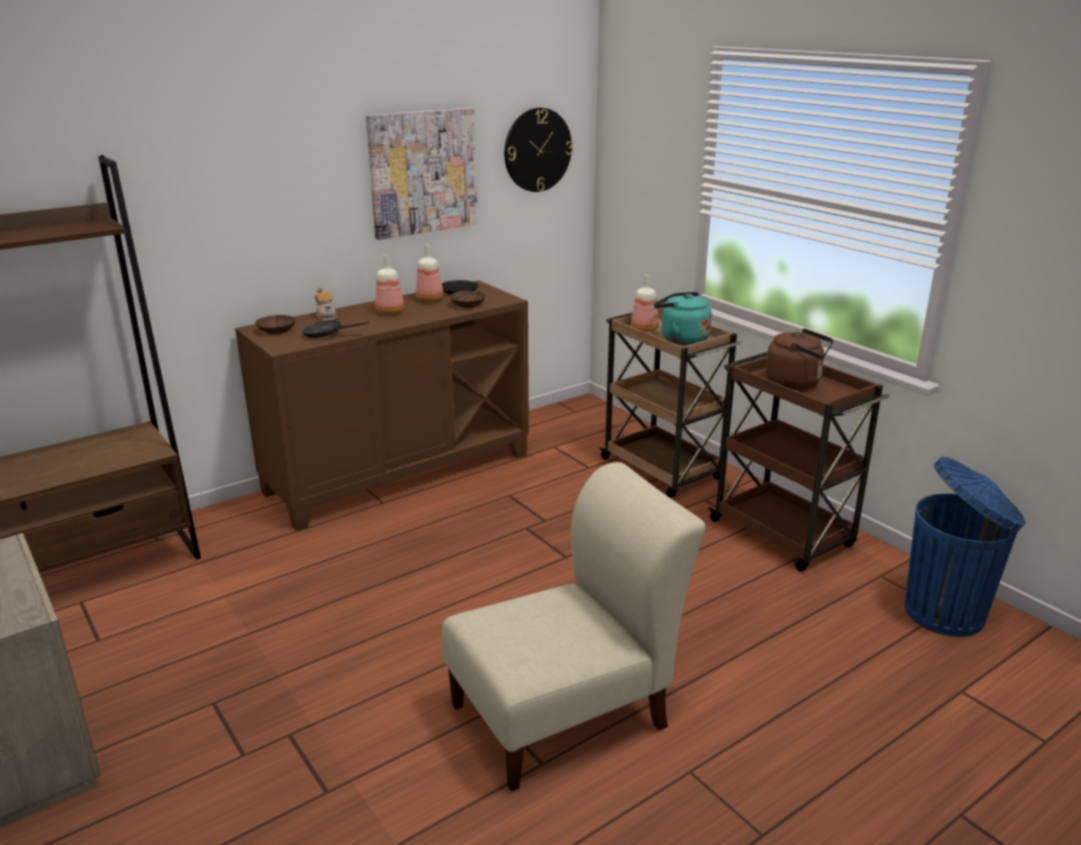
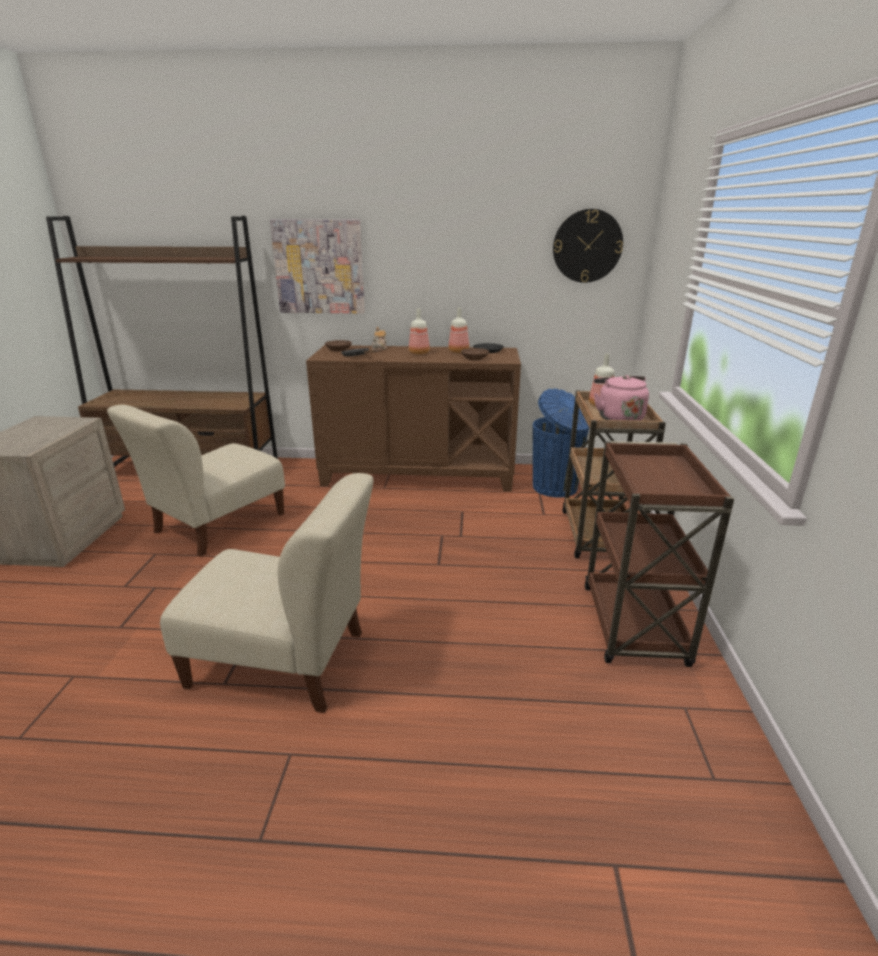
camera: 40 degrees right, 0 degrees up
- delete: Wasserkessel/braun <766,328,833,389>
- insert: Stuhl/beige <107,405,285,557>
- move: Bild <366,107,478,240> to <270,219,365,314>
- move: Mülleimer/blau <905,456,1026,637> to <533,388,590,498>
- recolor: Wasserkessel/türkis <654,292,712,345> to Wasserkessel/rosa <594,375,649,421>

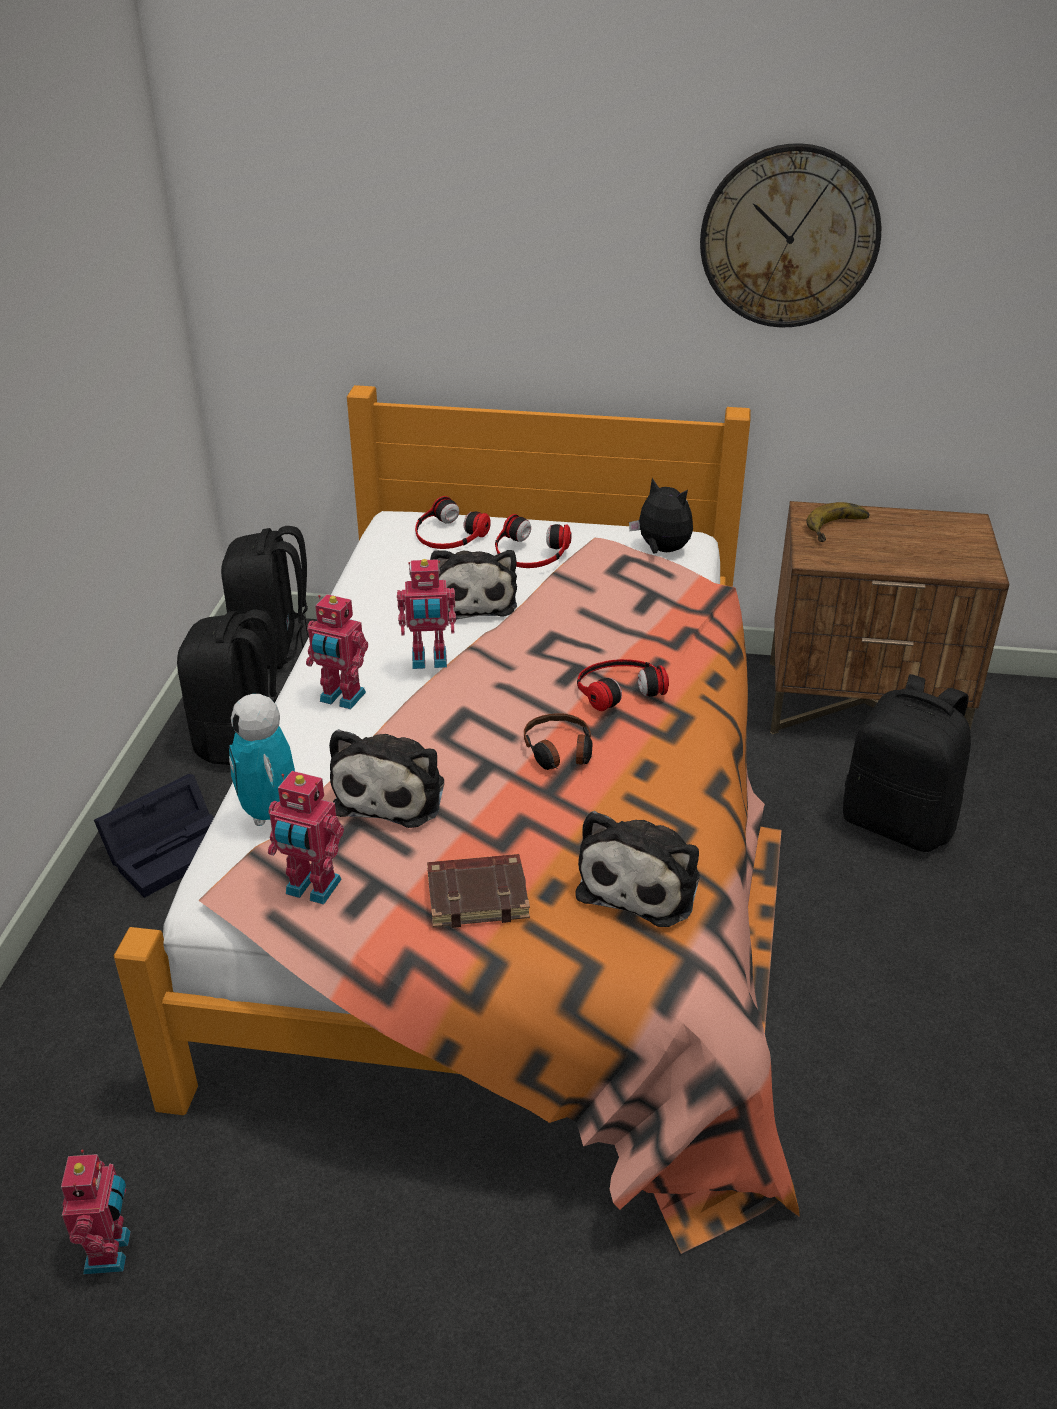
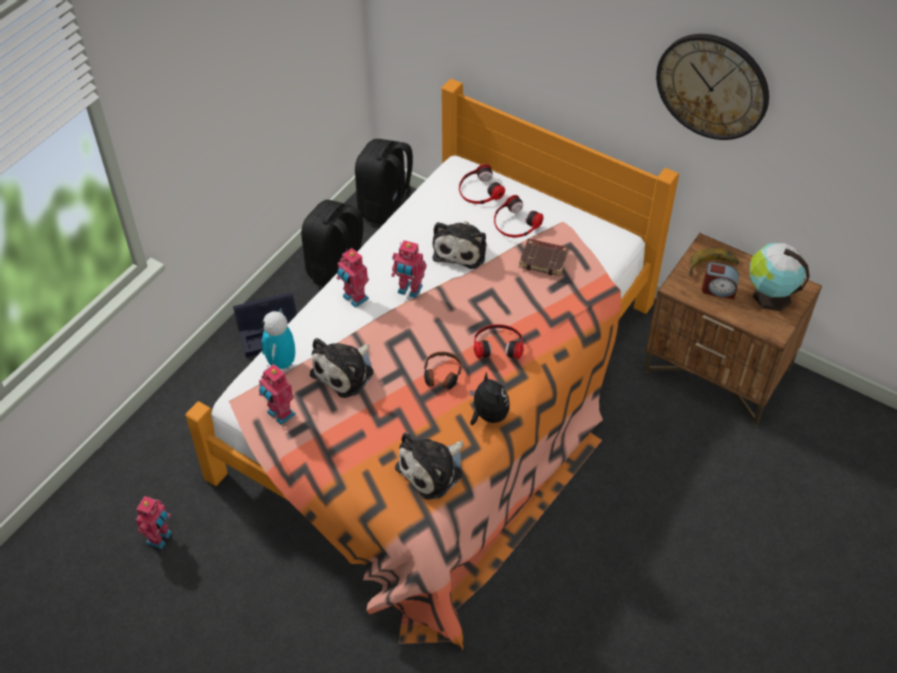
camera: 25 degrees right, 15 degrees up
- delete: Rucksack/schwarz <843,674,971,852>
- insert: Wecker <702,262,739,299>
- insert: Globus <750,243,810,311>
- move: Buch/braun <427,854,530,928> to <519,238,569,277>
- move: Plüschtier <629,478,693,554> to <470,372,510,425>

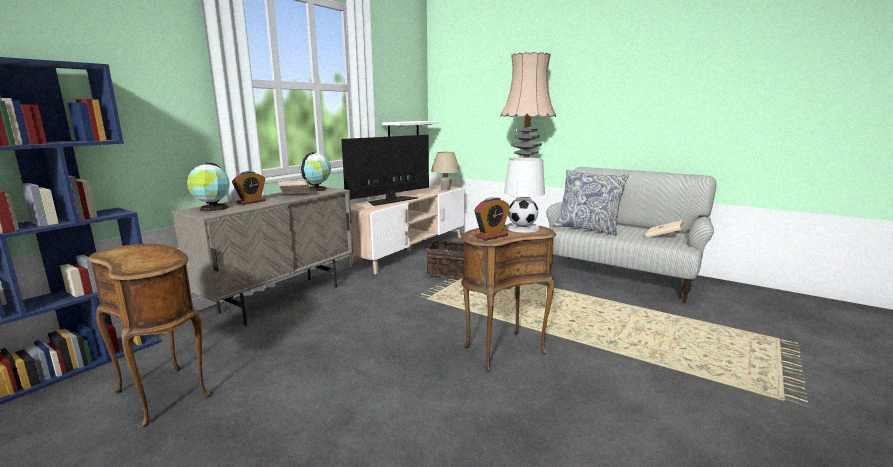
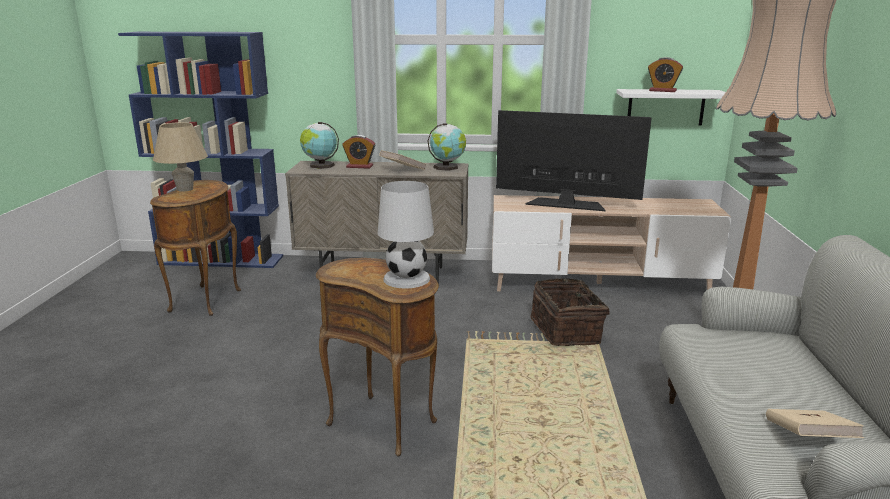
camera: 60 degrees right, 5 degrees up
- delete: Kissen <555,170,629,236>
- move: Tischlampe/beige <431,152,460,190> to <153,122,208,192>
- move: Wecker <474,197,510,240> to <648,57,683,92>

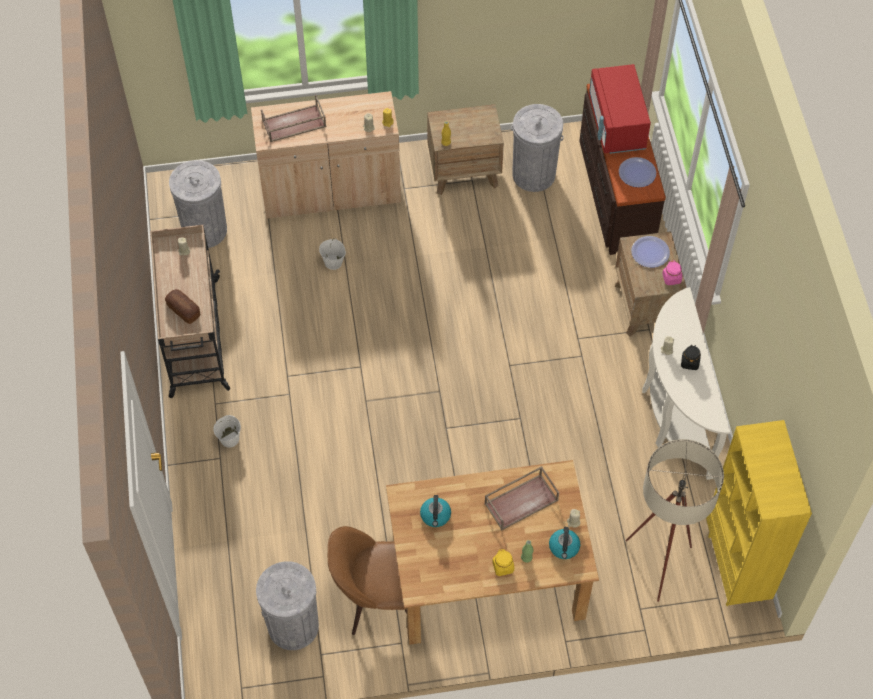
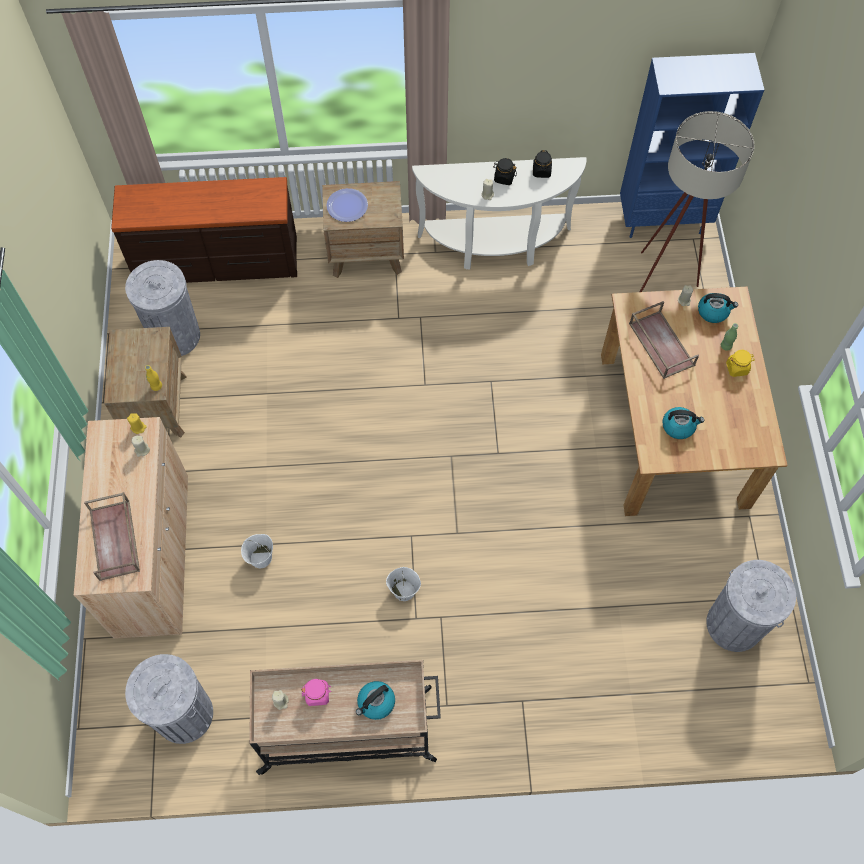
camera: 85 degrees left, 5 degrees up
- delete: Stuhl/braun <328,526,407,635>
- delete: Mikrowelle/rot <589,64,651,154>
- delete: Teller <619,157,656,187>
- insert: Vorratsglas/schwarz <533,150,552,178>
- move: Eimer/weiß <213,415,241,447> to <386,567,421,601>
- move: Vorratsglas/rosa <662,260,682,285> to <302,679,331,706>
- replace: Brot <165,289,200,324> to Wasserkessel <356,681,395,720>
- recolor: Bücherregal/gelb <706,420,812,606> to Bücherregal/blau <620,53,764,238>

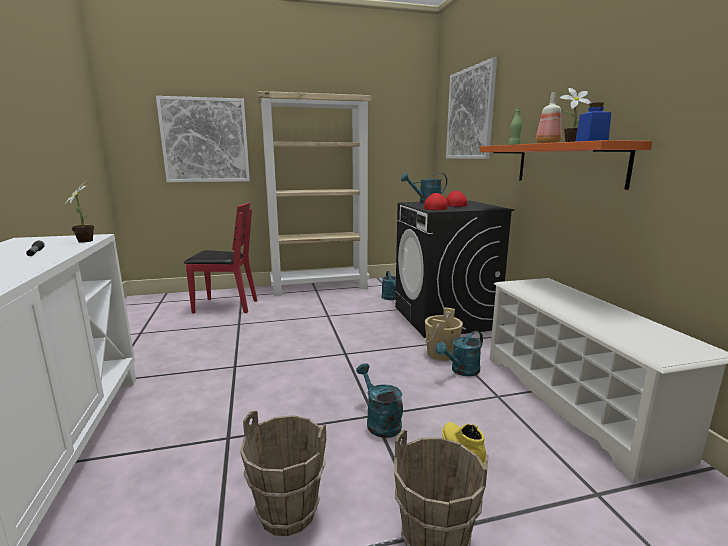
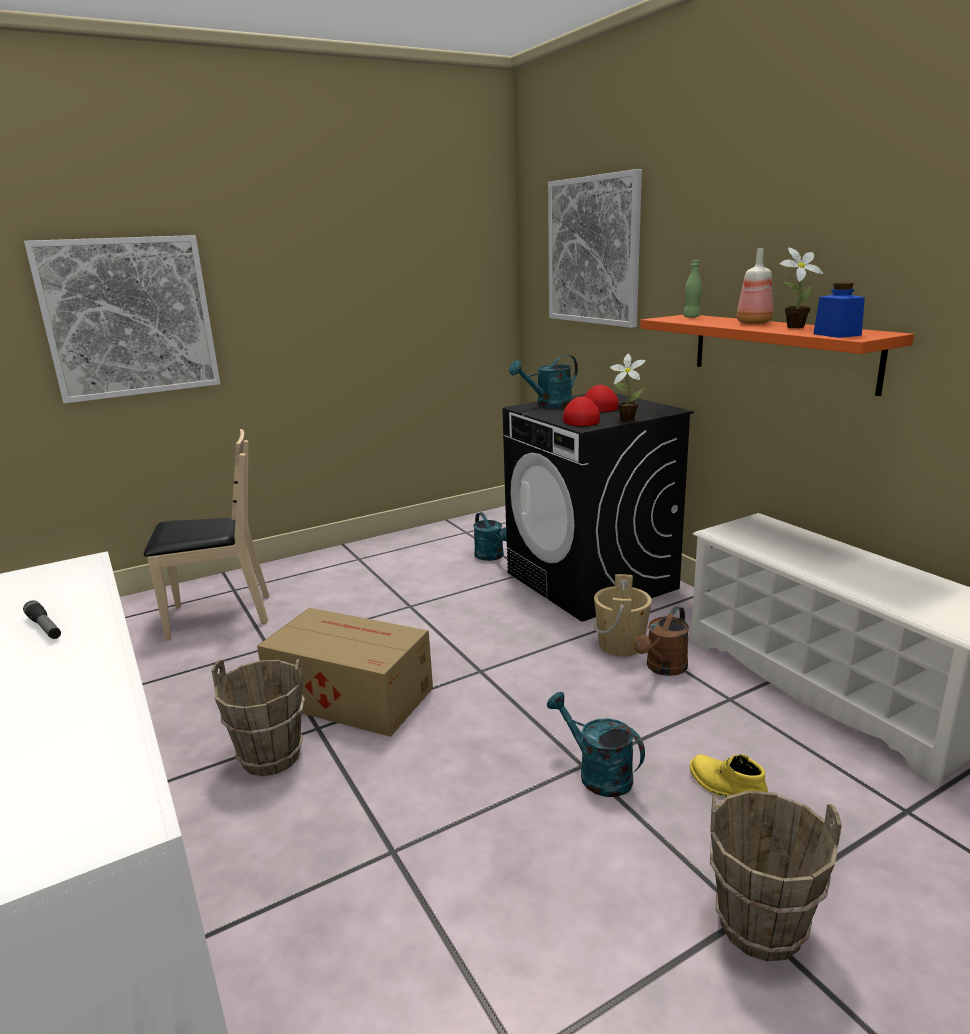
camera: 15 degrees left, 5 degrees up
- delete: Bücherregal/beige <257,91,372,296>
- insert: Karton <257,608,433,737>
- move: Topfpflanze <64,182,94,242> to <610,354,646,422>
- move: Eimer/braun <240,411,326,536> to <212,659,305,776>
- recolor: Stuhl/rot <184,202,257,314> to Stuhl/beige <144,429,269,641>
- recolor: Gießkanne/türkis <435,331,483,376> to Gießkanne/braun <633,606,689,676>

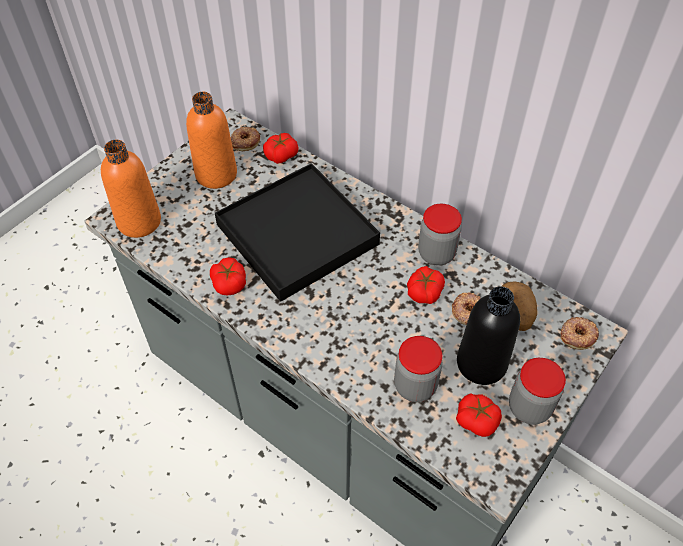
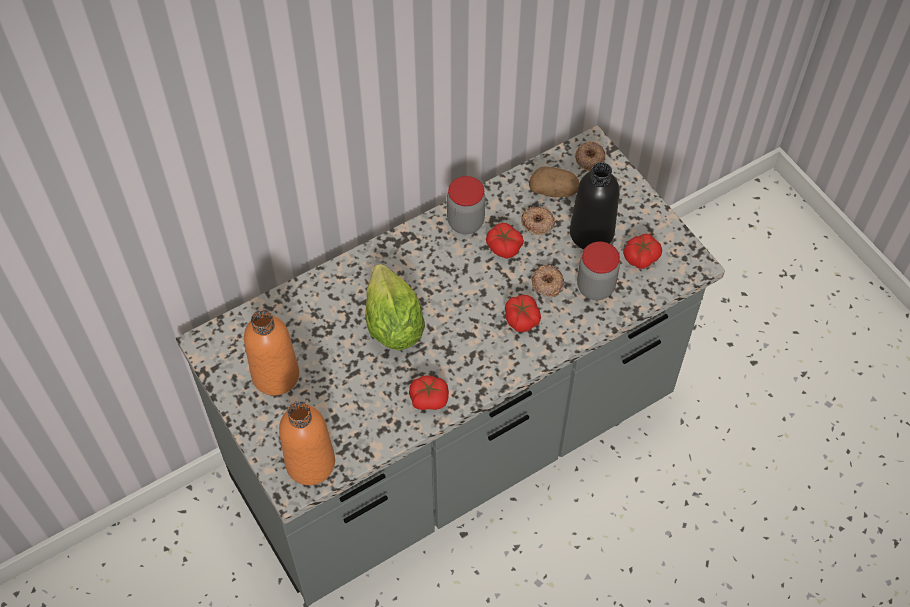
camera: 70 degrees left, 5 degrees up
- delete: Vorratsglas <509,358,566,425>
- move: Donut <231,127,260,151> to <531,265,564,297>
- move: Tomate <263,133,299,164> to <505,295,541,332>
- replace: Tablett/schwarz <215,163,380,302> to Salatkopf <365,264,425,350>

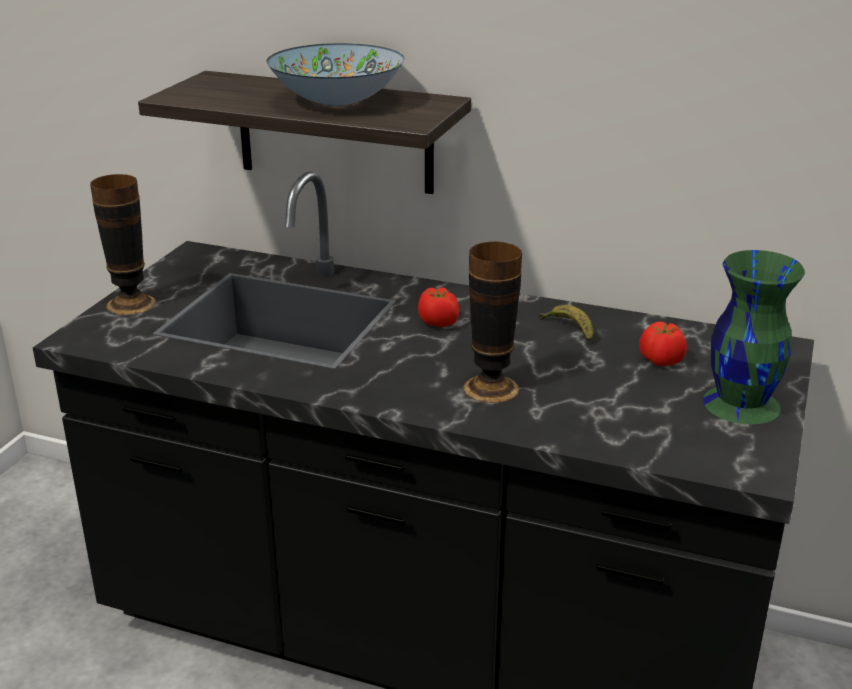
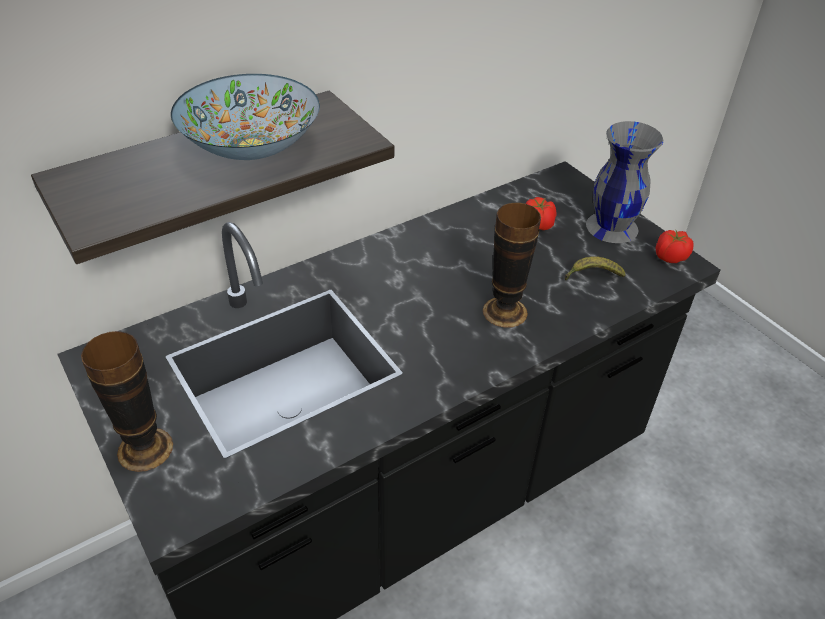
camera: 55 degrees left, 15 degrees up
- move: Tomate <418,287,459,328> to <655,230,694,263>
- move: Banane <538,305,593,341> to <565,256,626,280>
- recolor: Vase/grün <703,250,805,424> to Vase/grau <586,121,663,243>

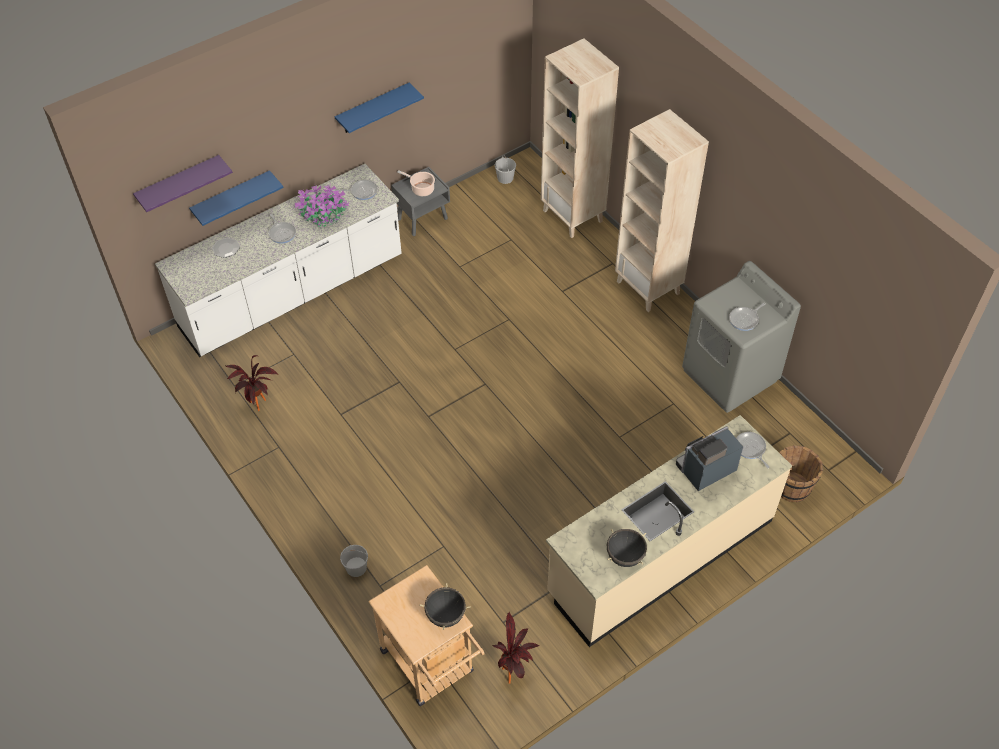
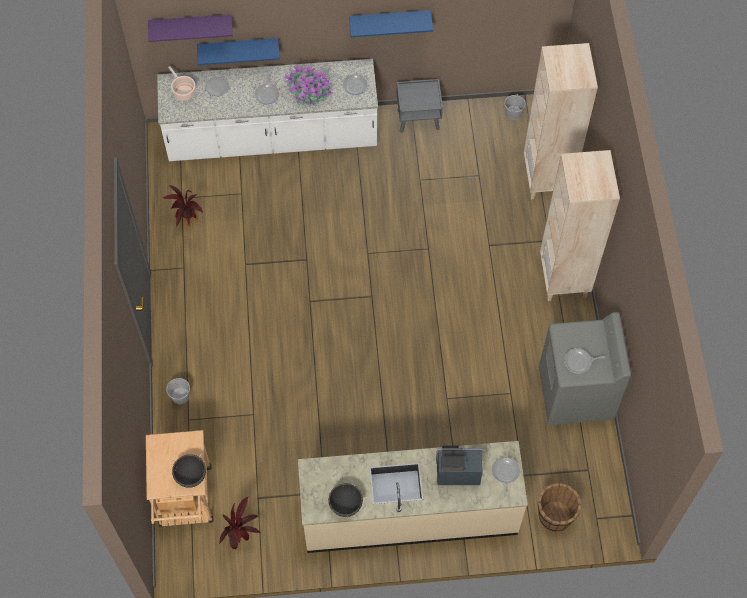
camera: 30 degrees right, 10 degrees up
- move: Kochtopf <397,170,435,196> to <168,66,195,101>

